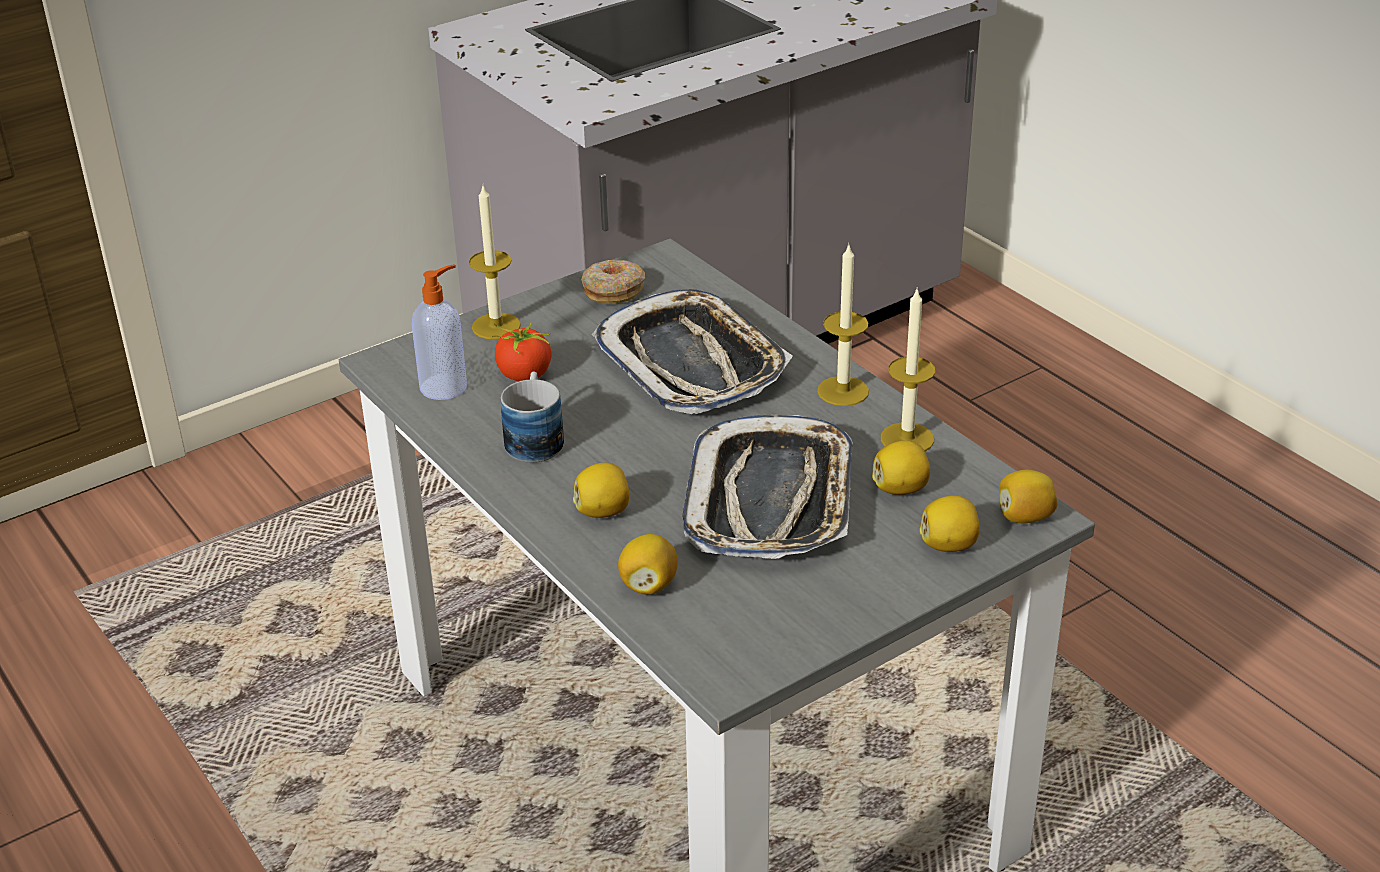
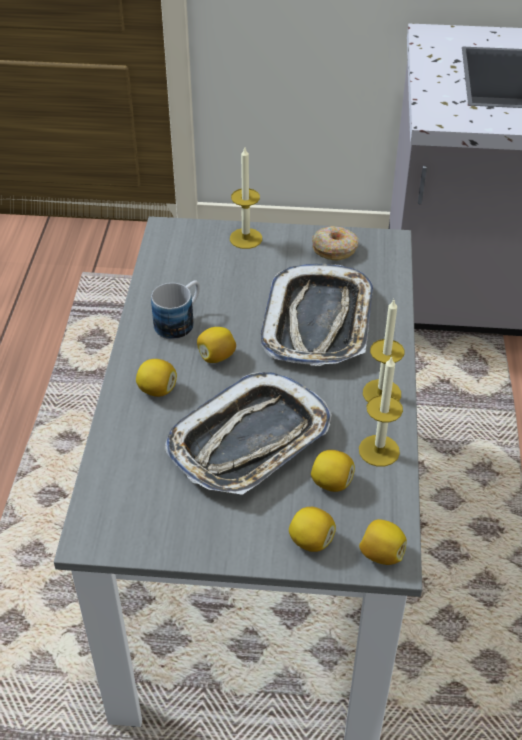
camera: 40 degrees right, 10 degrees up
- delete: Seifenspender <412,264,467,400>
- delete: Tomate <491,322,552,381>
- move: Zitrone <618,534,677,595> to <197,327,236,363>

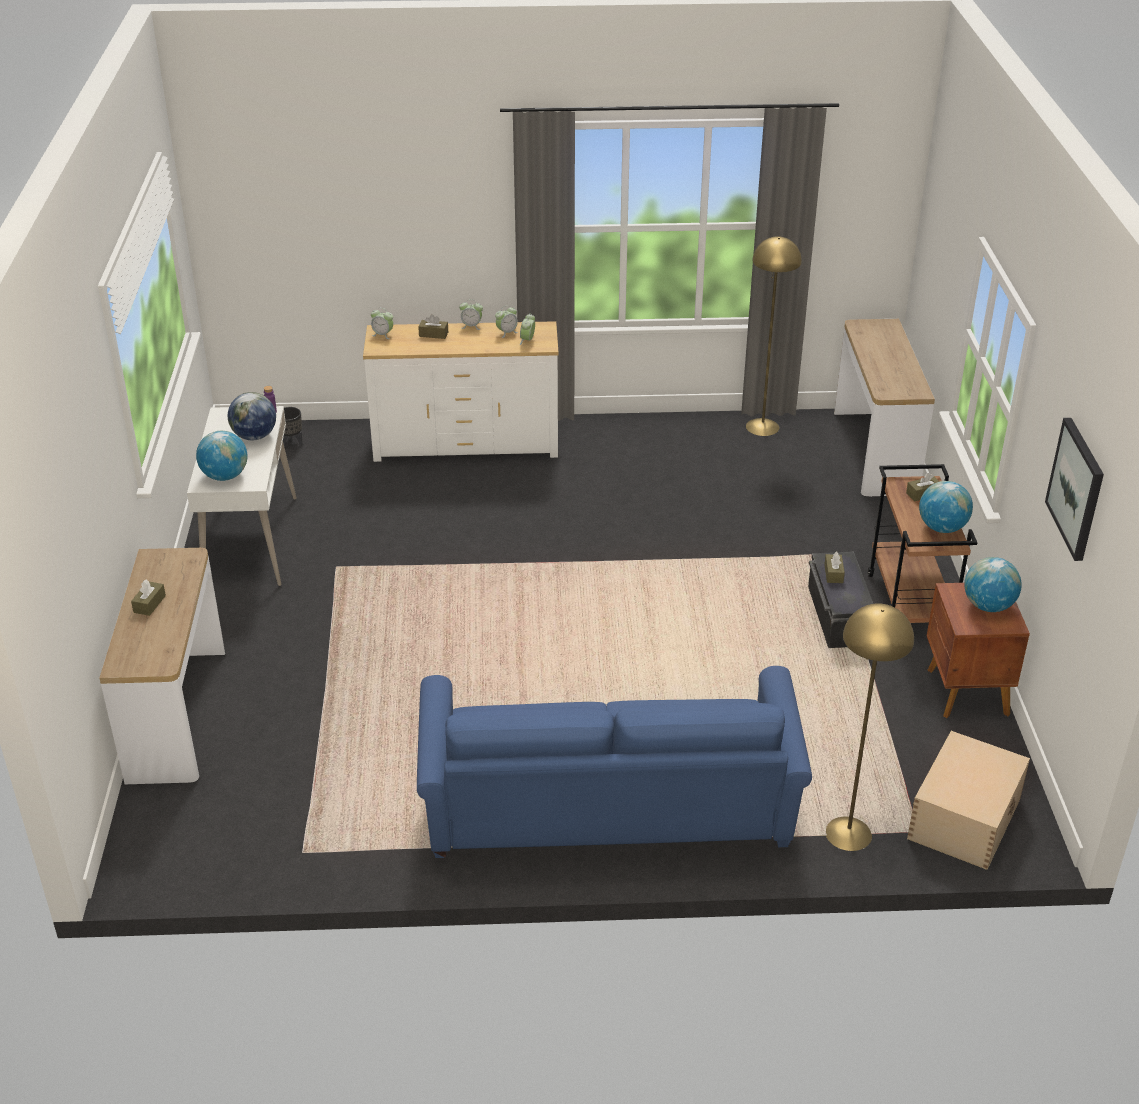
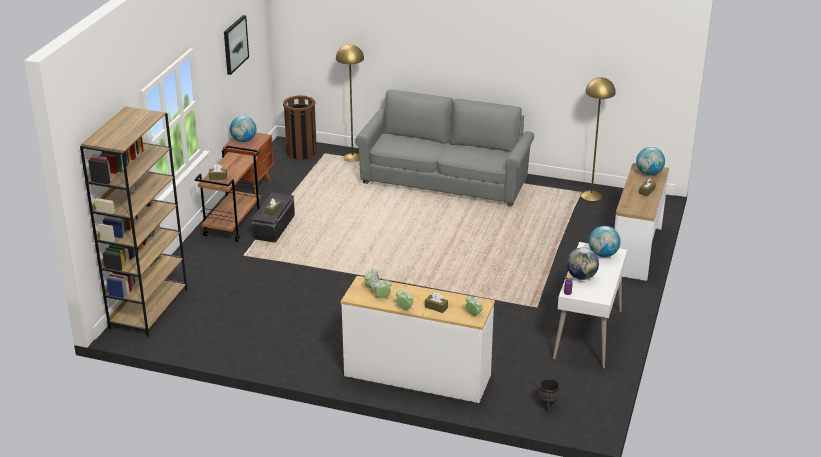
camera: 160 degrees left, 5 degrees down
- move: Stehlampe/gelb <746,236,802,436> to <581,77,616,201>
- move: Globus <919,481,973,533> to <636,147,665,175>
- replace: Konsolentisch <834,319,935,497> to Bücherregal/braun <80,106,187,337>
- replace: Aufbewahrungsbox/beige <907,731,1030,870> to Mülleimer/braun <283,95,317,161>
- recolor: Sofa/blau <417,666,812,858> to Sofa/grau <355,89,534,207>

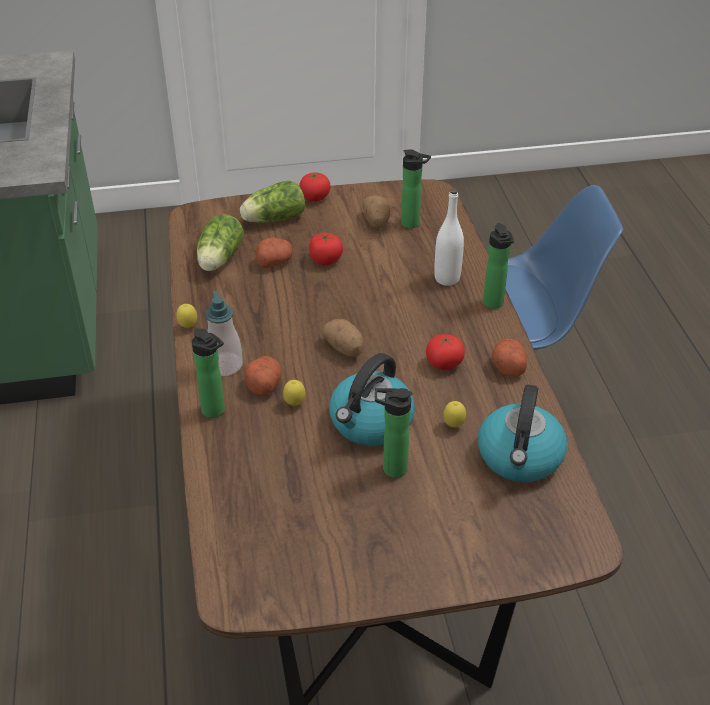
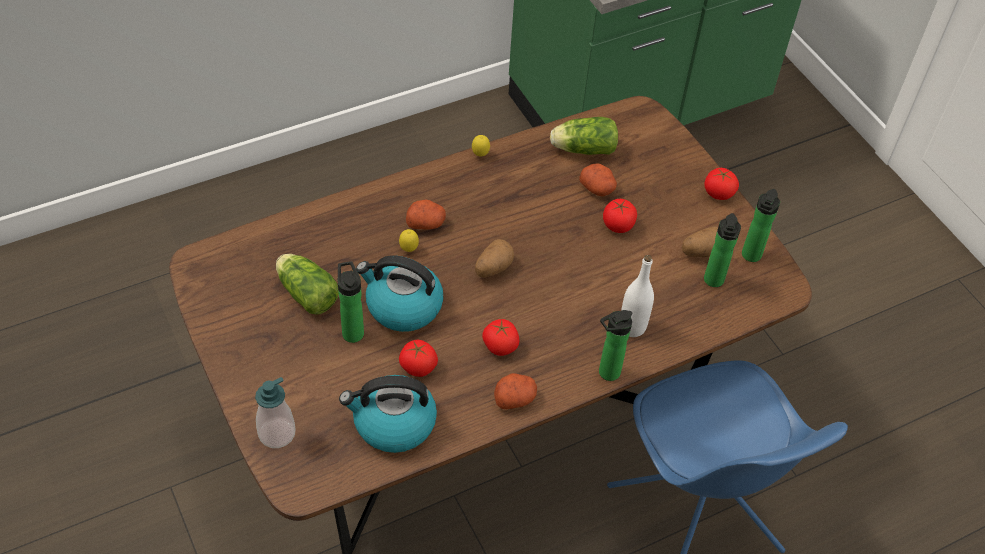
camera: 70 degrees right, 10 degrees up
- move: Flasche <192,328,225,418> to <742,189,780,262>
- move: Seifenspender <205,291,243,376> to <255,377,296,448>
- move: Salatkopf <240,181,305,223> to <276,254,339,314>
- replace: Zitrone <443,401,466,428> to Tomate <399,340,438,377>

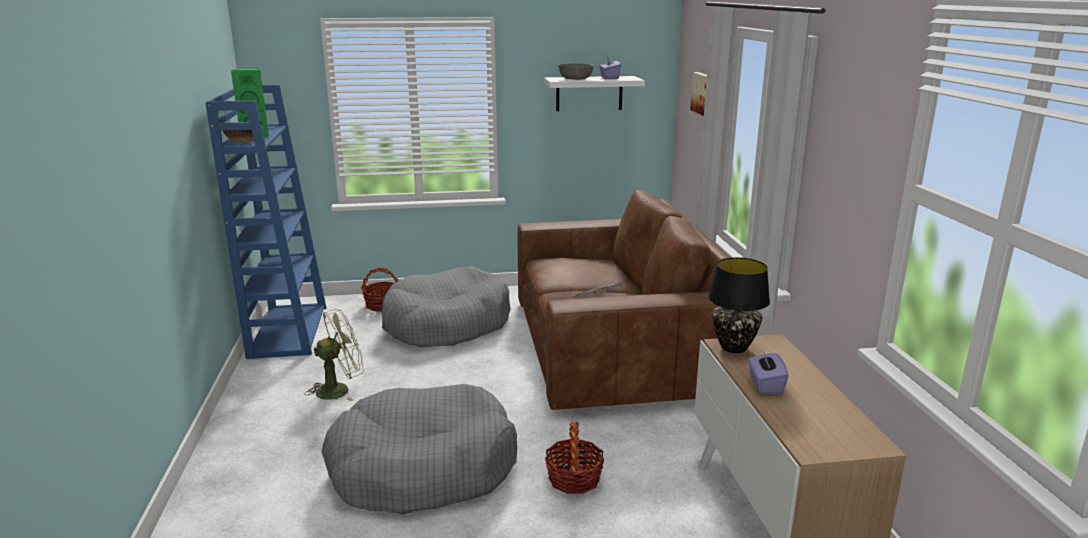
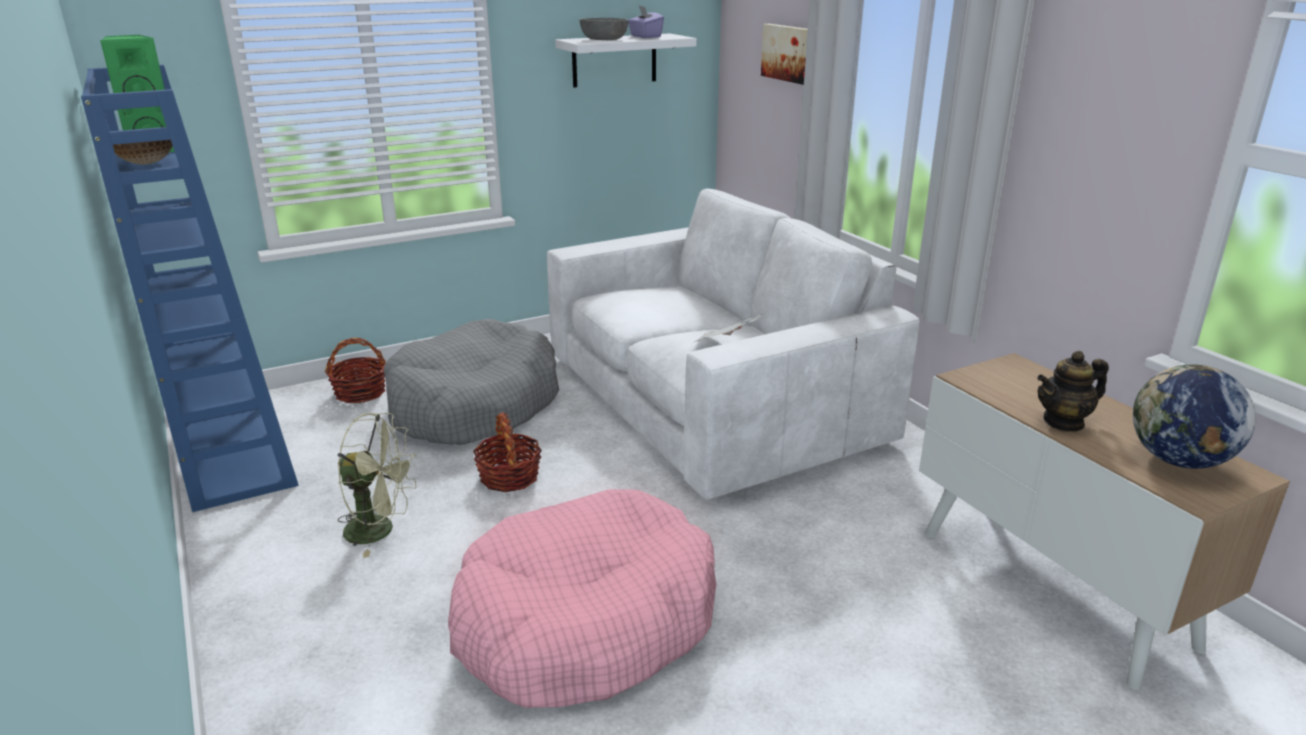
camera: 20 degrees left, 5 degrees up
- delete: Tischlampe/schwarz <708,257,770,353>
- insert: Globus <1133,364,1256,469>
- move: Korb <545,422,604,494> to <473,412,542,492>
- replace: Taschentuchbox/lila <748,353,789,394> to Teekanne <1037,351,1109,432>
- recolor: Hundebett/grau <321,384,517,515> to Hundebett/rosa <448,489,717,708>
- recolor: Sofa/braun <518,190,730,410> to Sofa/weiß <547,189,920,500>
- rotate: Ventilator/grün <304,309,364,402> = <338,413,417,558> 60 degrees clockwise

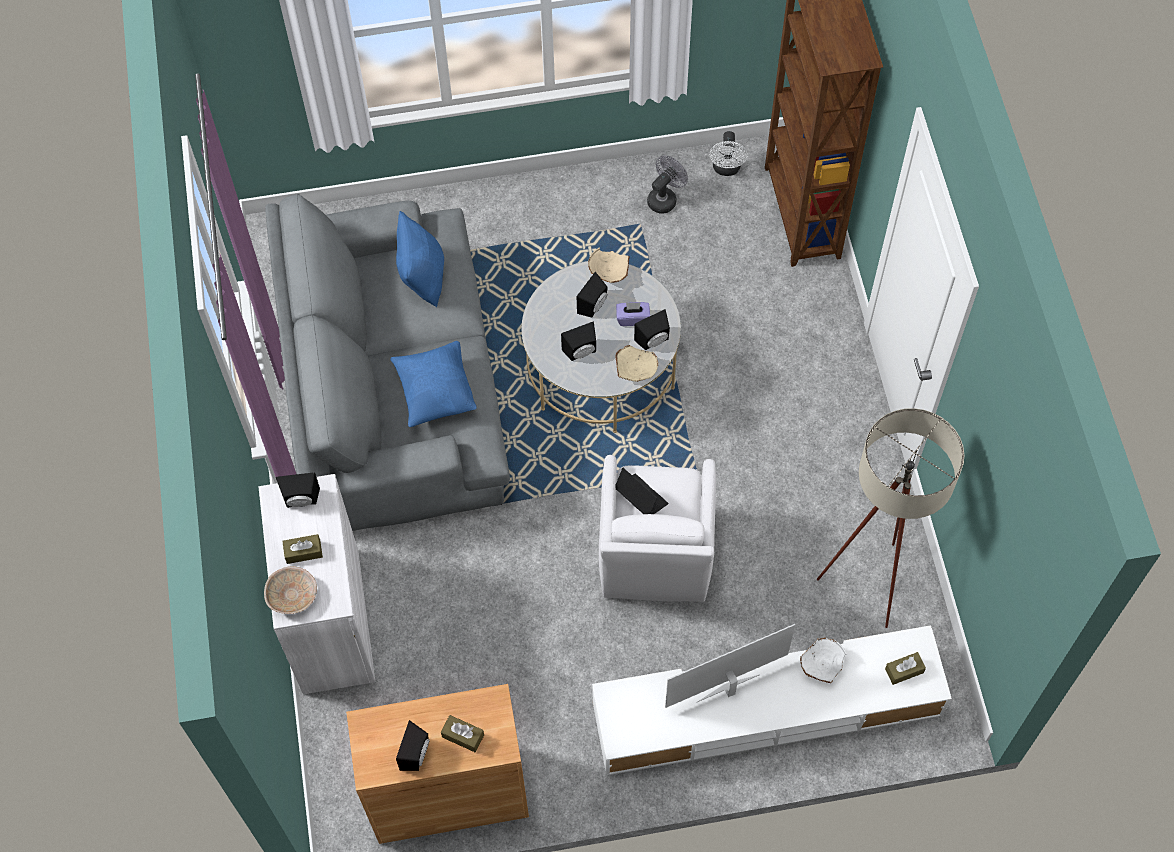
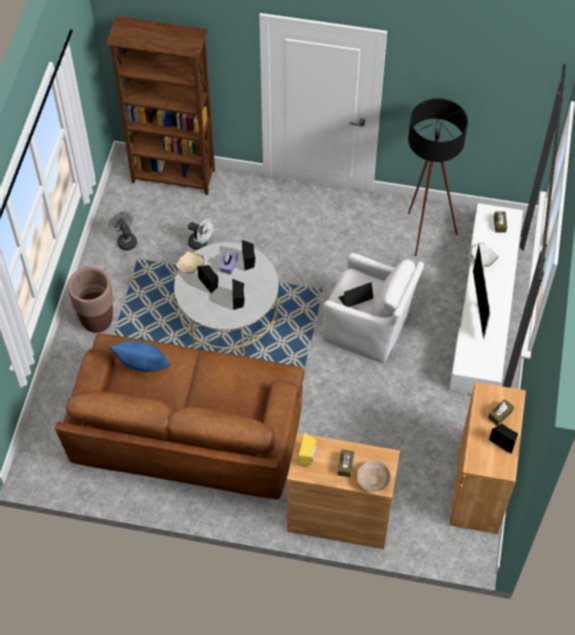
camera: 70 degrees left, 5 degrees down
- delete: Kissen/blau <390,341,477,427>
- delete: Schüssel/beige <616,345,658,382>
- insert: Pflanzkübel/braun <68,267,113,333>
- move: Ventilator/weiß <709,131,748,176> to <188,219,213,250>
- recolor: Schrank/weiß <259,474,375,694> to Schrank/braun <287,433,400,549>
- recolor: Sofa/grau <265,194,510,531> to Sofa/braun <55,333,304,499>
- recolor: Lautsprecher/schwarz <276,472,320,508> to Lautsprecher/gelb <298,433,317,466>
- recolor: Stehlampe/beige <817,408,964,628> to Stehlampe/schwarz <408,98,468,256>

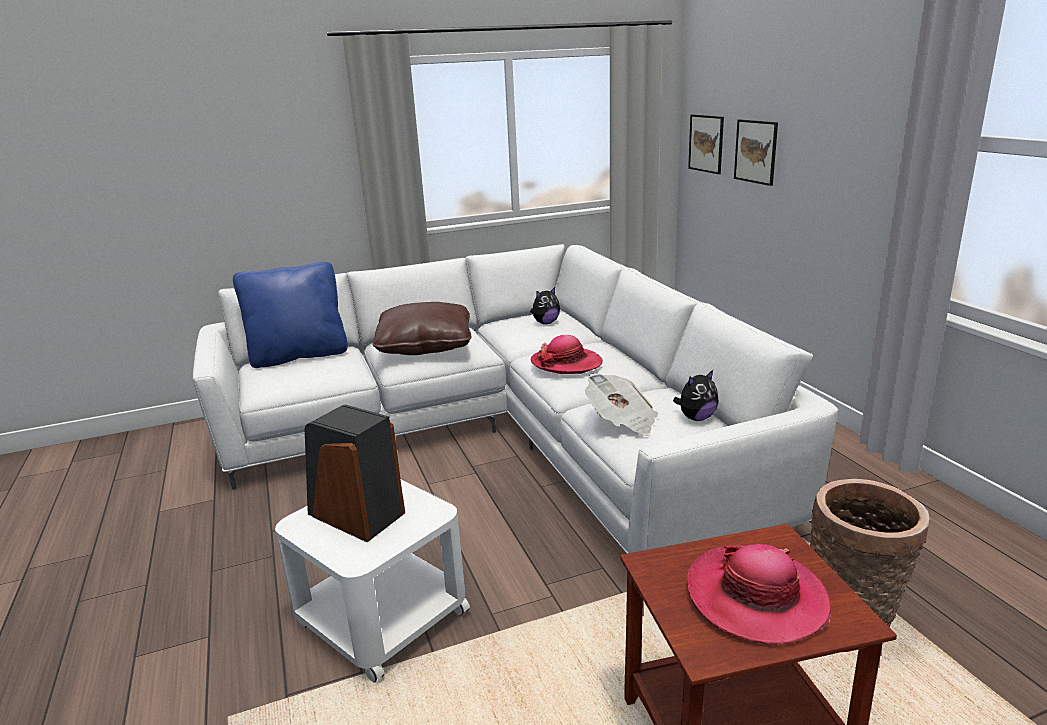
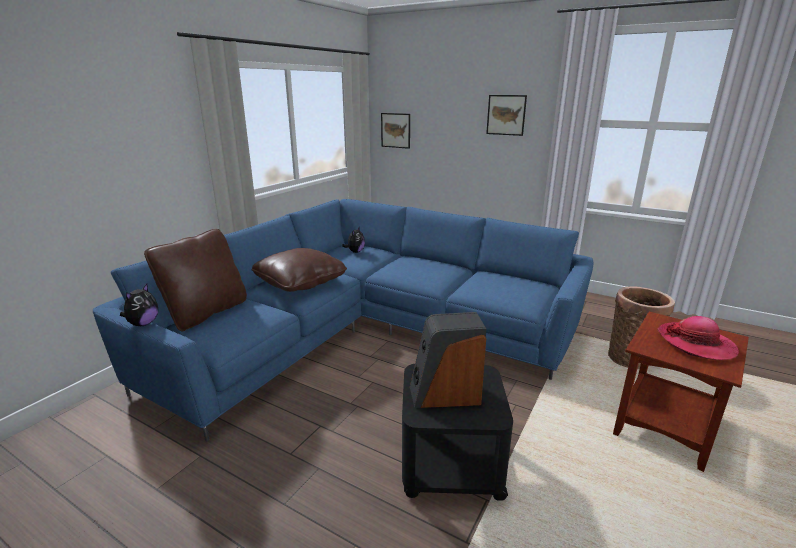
camera: 40 degrees left, 0 degrees up
- delete: Hut <530,335,603,374>
- delete: Zeitung <585,373,658,436>
- move: Plüschtier <673,370,719,421> to <120,284,158,326>
- move: Bild <734,119,778,186> to <486,95,527,136>
- recolor: Sofa/weiß <193,244,838,554> to Sofa/blau <93,199,594,442>
- recolor: Kissen/blau <233,262,348,368> to Kissen/braun <144,229,247,331>
- recolor: Beistelltisch/weiß <275,479,470,682> to Beistelltisch/schwarz <402,364,513,501>

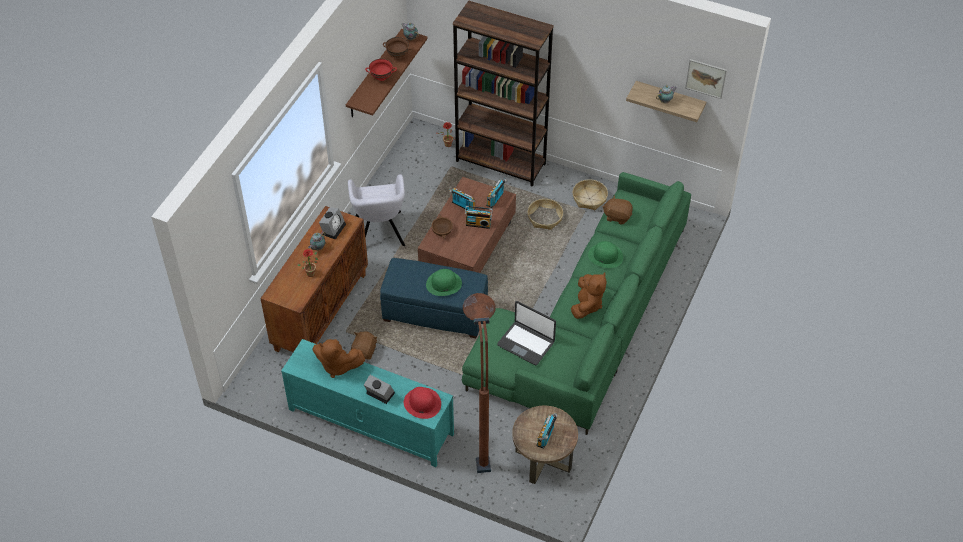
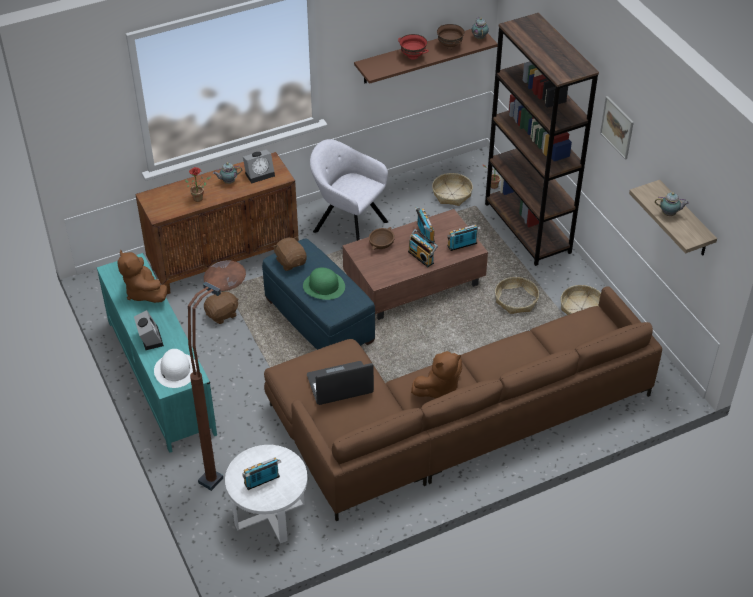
camera: 40 degrees right, 5 degrees down
- delete: Hut/grün <588,241,623,268>
- insert: Korb <432,173,473,206>
- move: Plüschtier/braun <602,196,633,225> to <273,236,307,271>
- move: Bild <685,59,727,99> to <600,96,634,160>
- recolor: Hut/rot <404,387,441,419> to Hut/weiß <154,349,197,388>
- recolor: Sofa/grün <462,172,691,435> to Sofa/braun <264,286,662,521>
- recolor: Beistelltisch/braun <512,406,578,484> to Beistelltisch/weiß <225,445,308,544>
- rotate: Sessel/grau <348,174,405,246> = <310,139,388,241> 90 degrees clockwise
- rotate: Laptop <497,301,556,365> = <307,361,374,405> 90 degrees clockwise

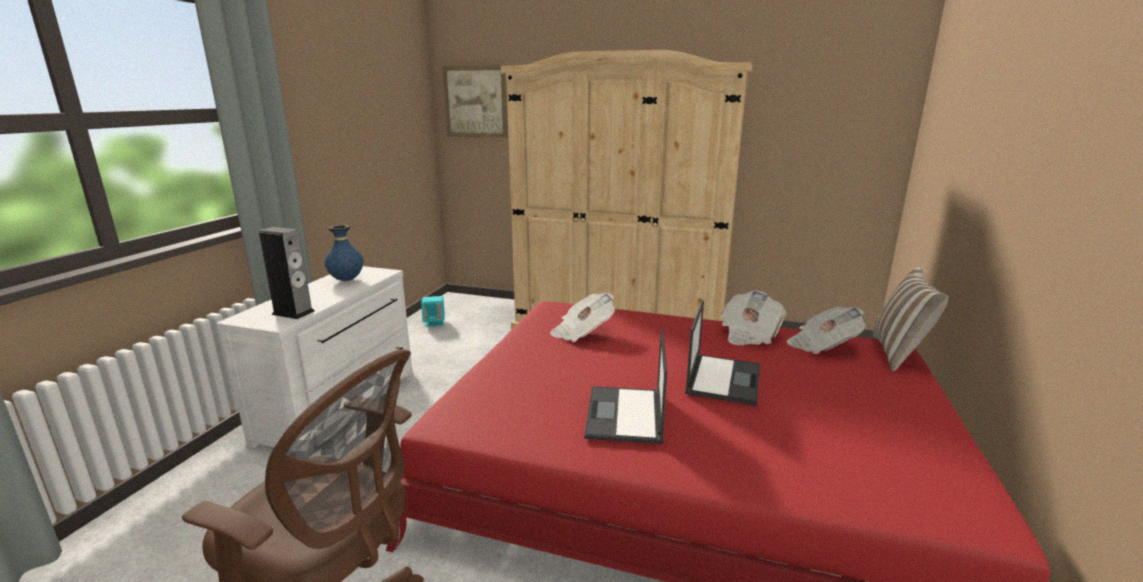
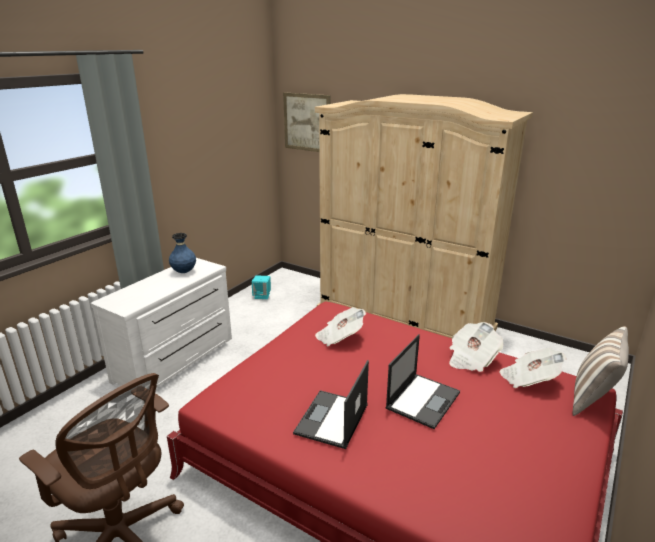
camera: 15 degrees right, 5 degrees up
- delete: Lautsprecher <259,227,314,319>

